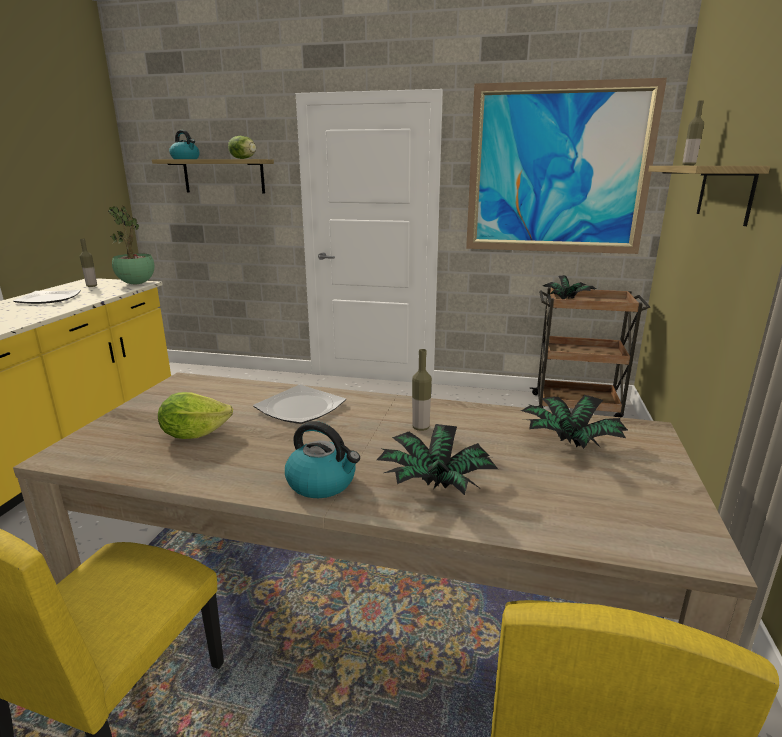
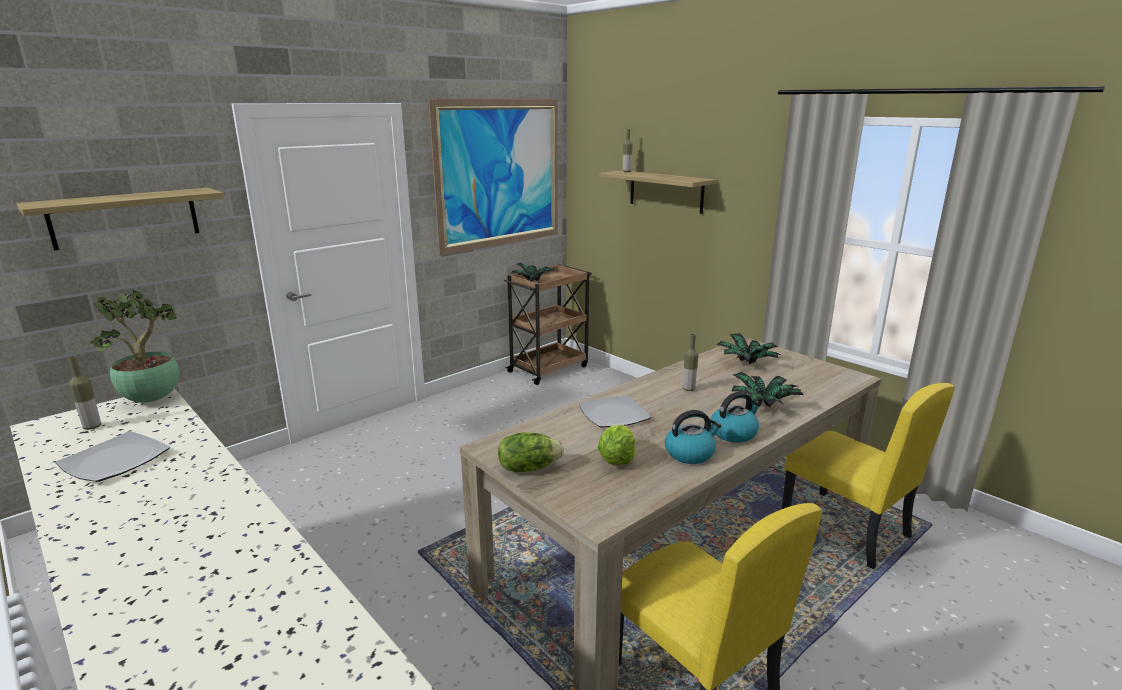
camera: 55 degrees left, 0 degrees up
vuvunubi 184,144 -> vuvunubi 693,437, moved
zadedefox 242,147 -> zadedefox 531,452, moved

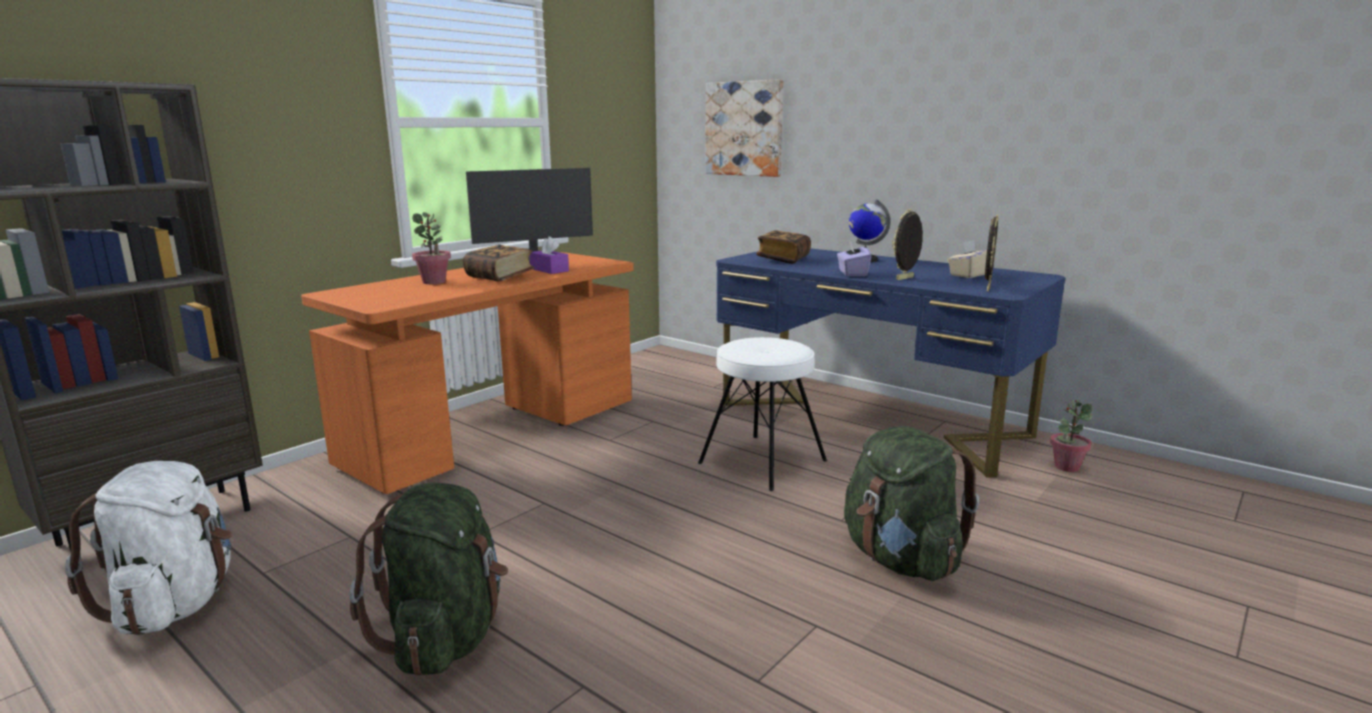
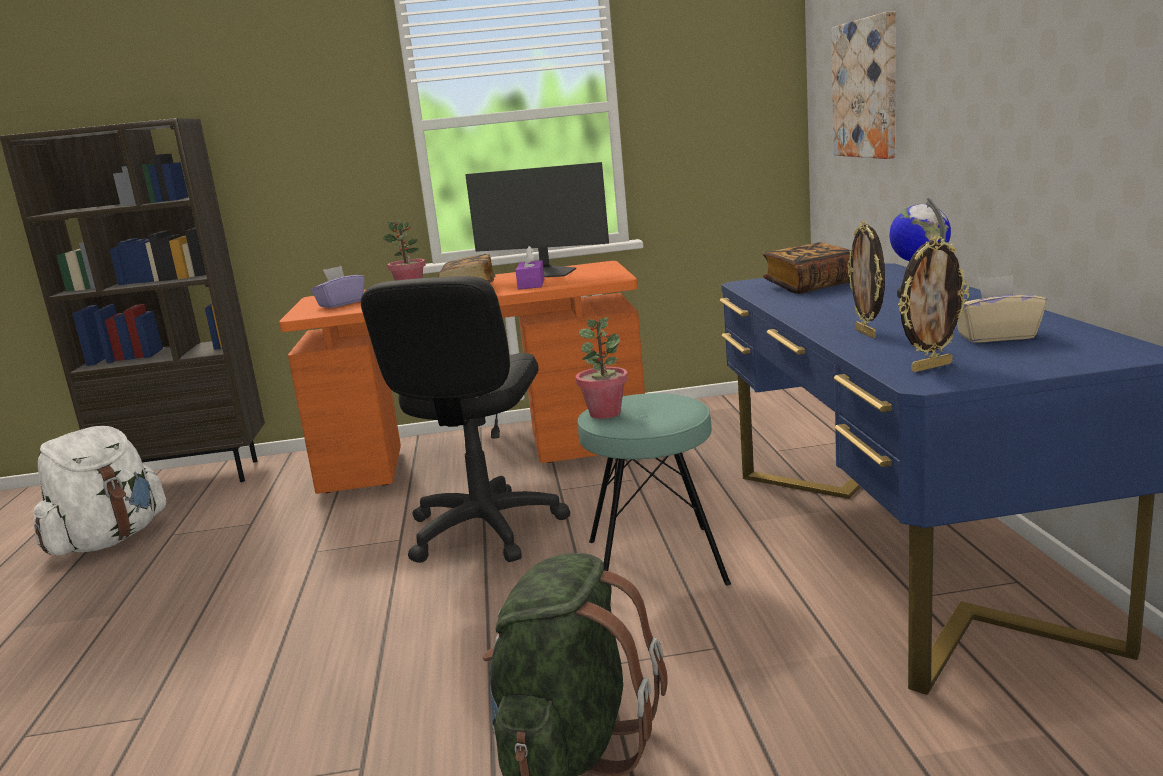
camera: 45 degrees right, 0 degrees up
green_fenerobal 429,579 -> none
none -> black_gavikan 465,419
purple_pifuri 854,258 -> purple_pifuri 338,287, moved
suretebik 1071,436 -> suretebik 602,368, moved
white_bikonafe 762,414 -> turquoise_bikonafe 654,489
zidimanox 907,244 -> zidimanox 866,279, 105 degrees counterclockwise

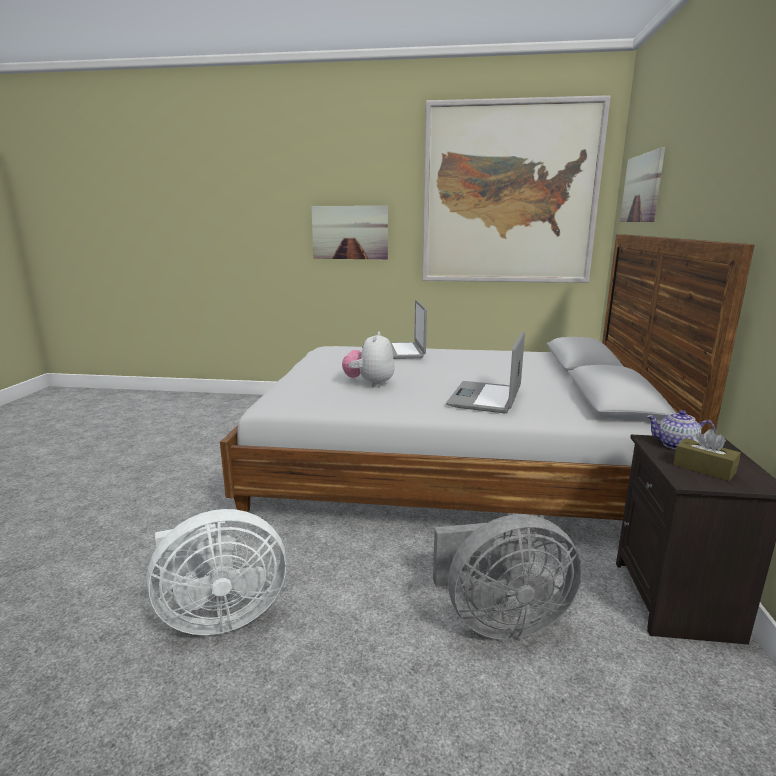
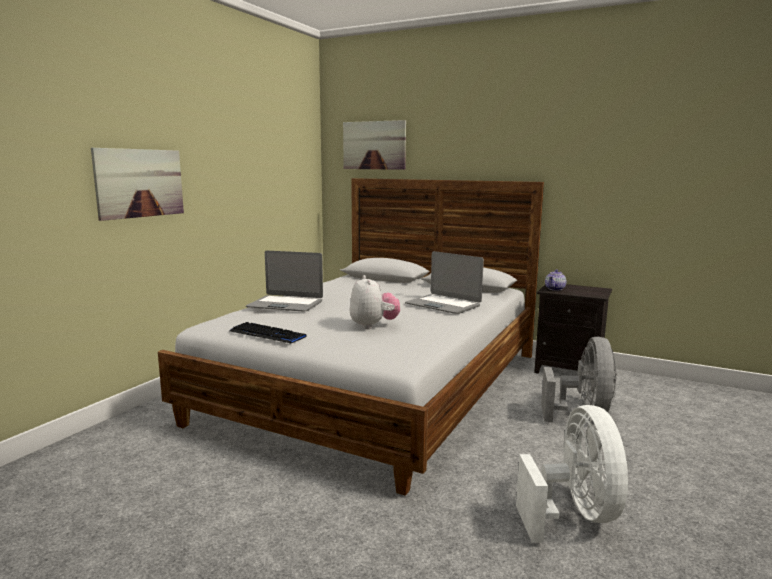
camera: 70 degrees left, 5 degrees down
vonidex 516,189 -> none
brown_pifuri 707,455 -> none
none -> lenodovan 268,332
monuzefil 368,359 -> monuzefil 375,302, 135 degrees counterclockwise

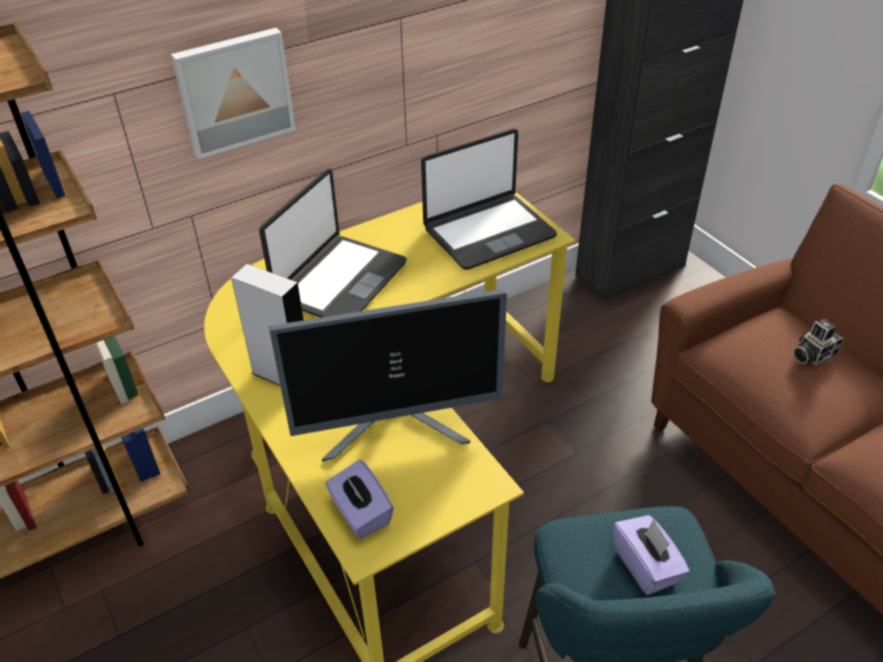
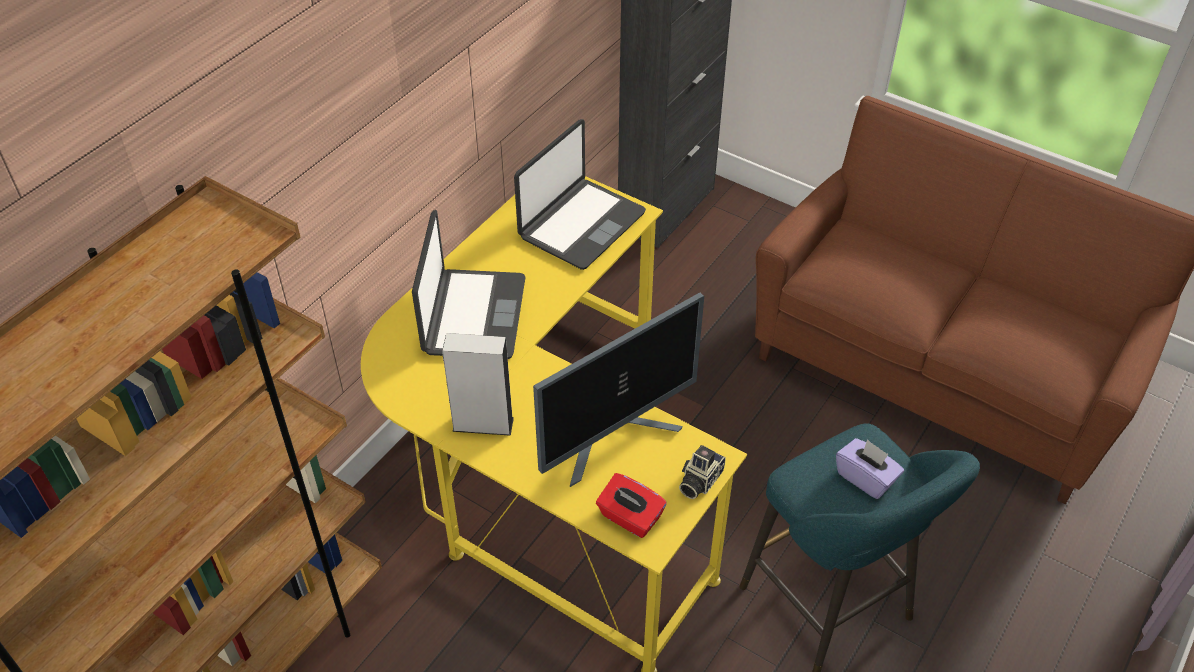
camera: 25 degrees left, 5 degrees up
vonidex 233,93 -> none
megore 818,342 -> megore 702,472, moved
purple_pifuri 359,499 -> red_pifuri 631,505

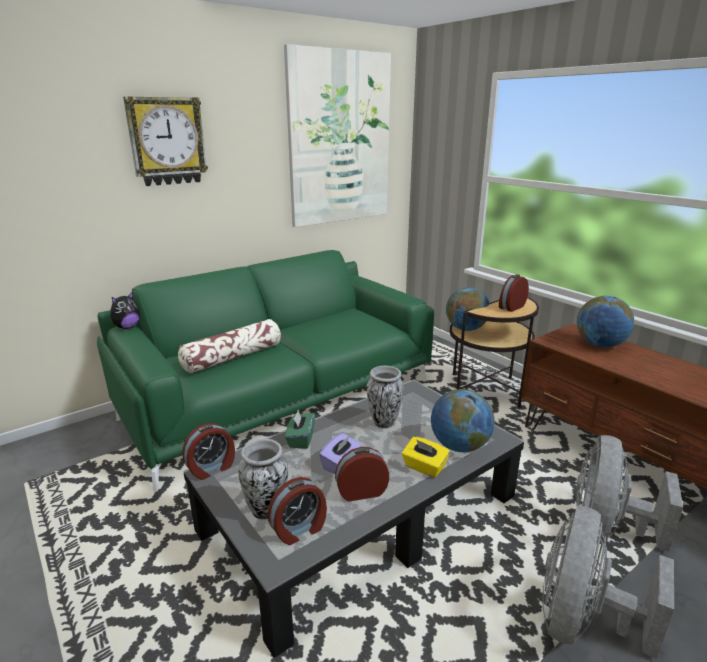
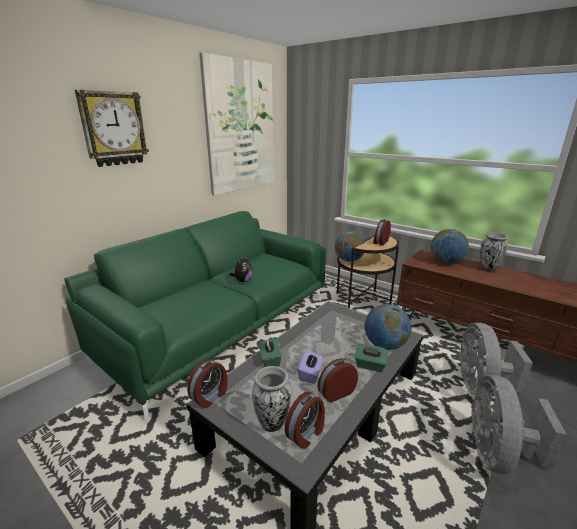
camera: 15 degrees left, 0 degrees up
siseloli 229,346 -> none
monuzefil 125,310 -> monuzefil 241,269, moved
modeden 385,397 -> modeden 494,252, moved
yellow_pifuri 426,457 -> green_pifuri 372,358

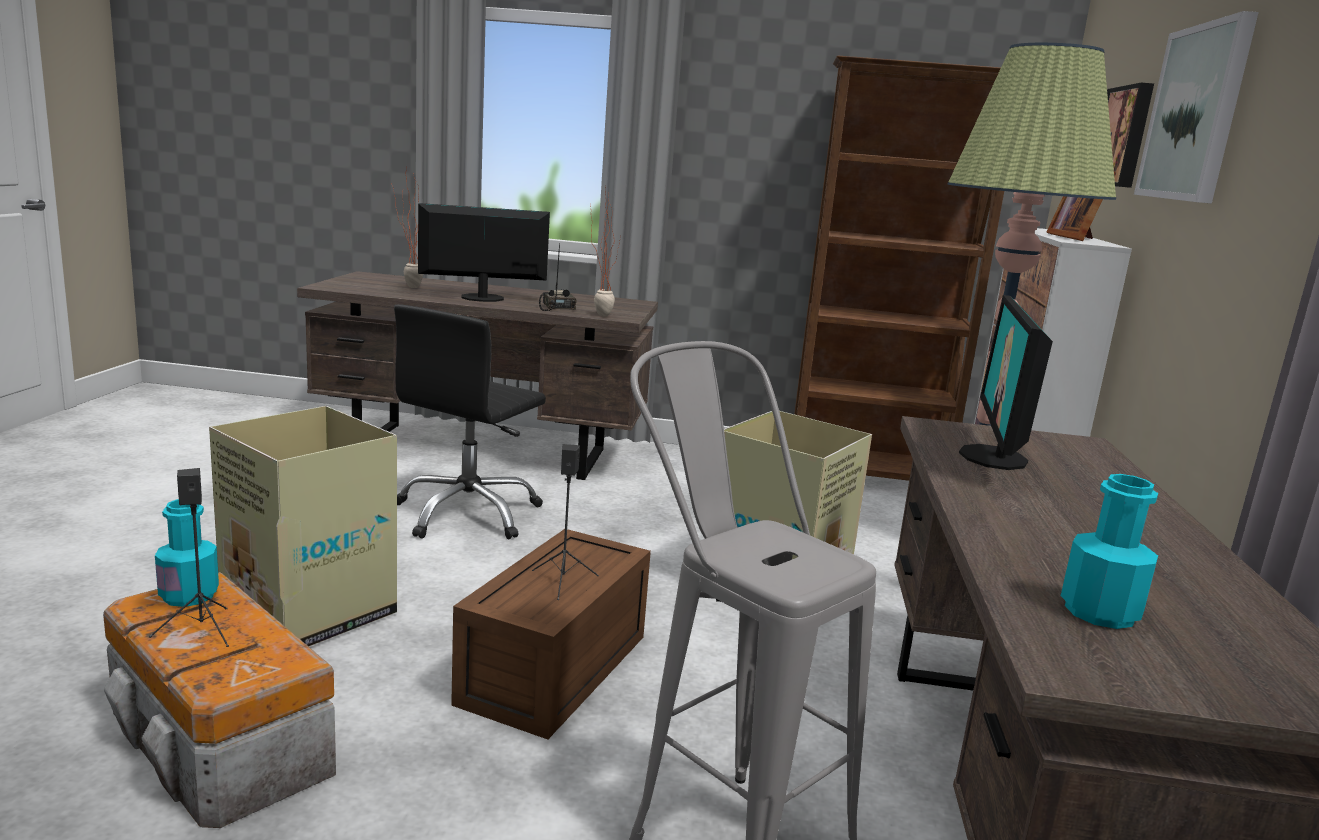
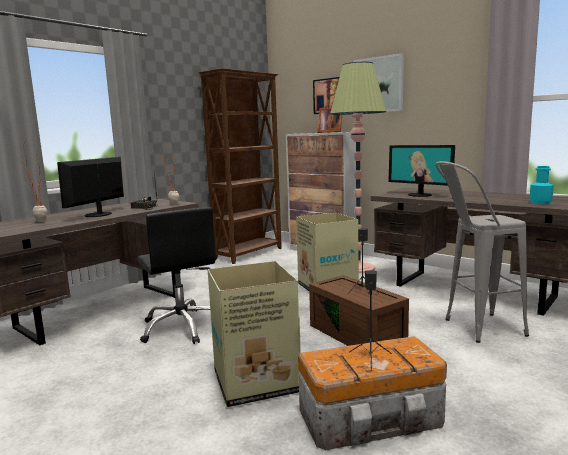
camera: 55 degrees left, 5 degrees down
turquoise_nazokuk 187,553 -> none

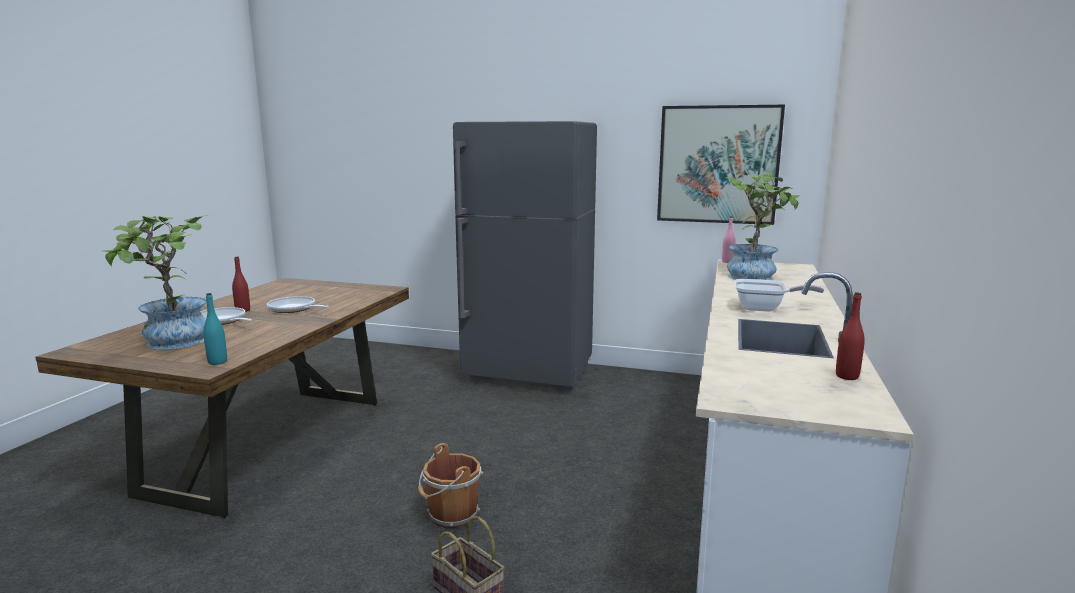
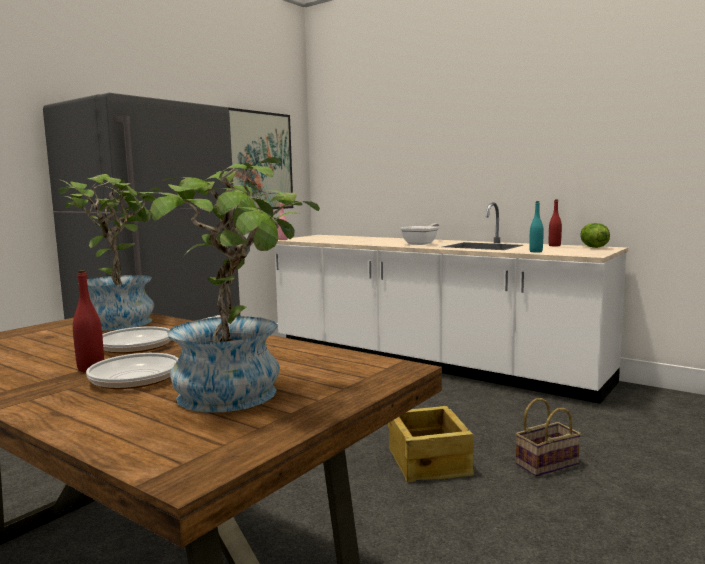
camera: 70 degrees left, 5 degrees down
none -> zadedefox 595,235
turquoise_nazokuk 215,329 -> turquoise_nazokuk 536,227, moved
suretebik 762,226 -> suretebik 107,252, moved
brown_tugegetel 450,485 -> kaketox 431,444

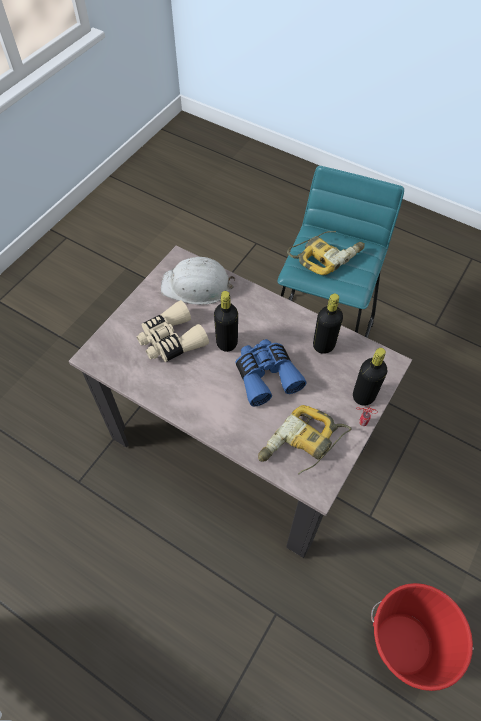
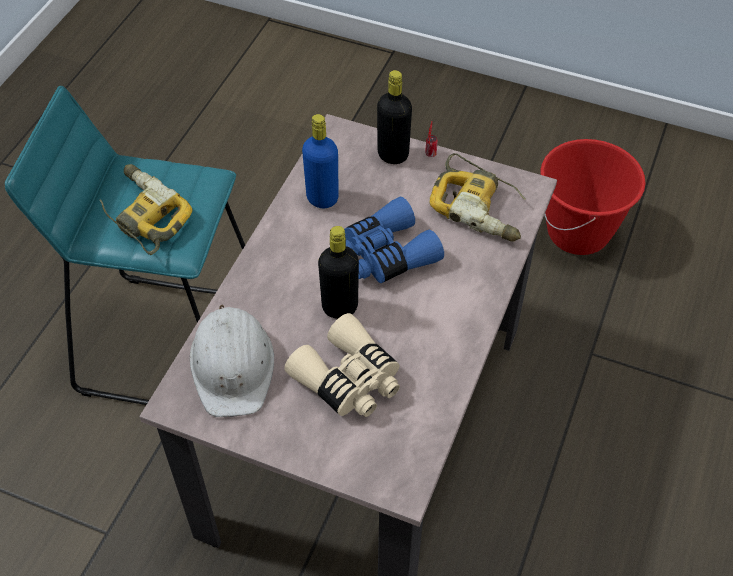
camera: 100 degrees left, 5 degrees down
black_nazokuk 328,324 -> blue_nazokuk 320,161

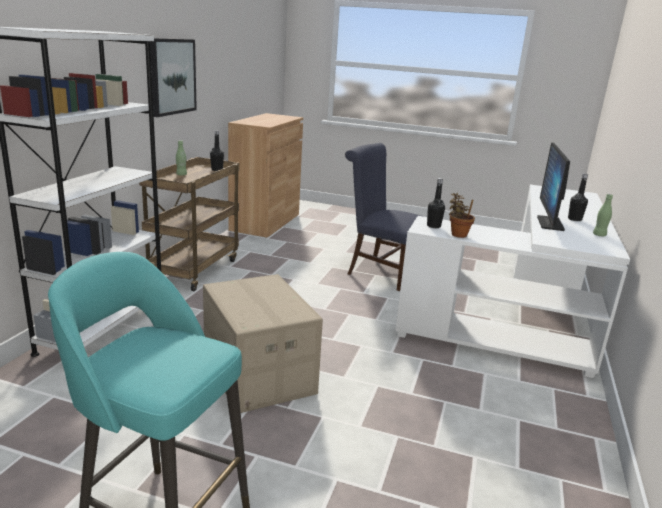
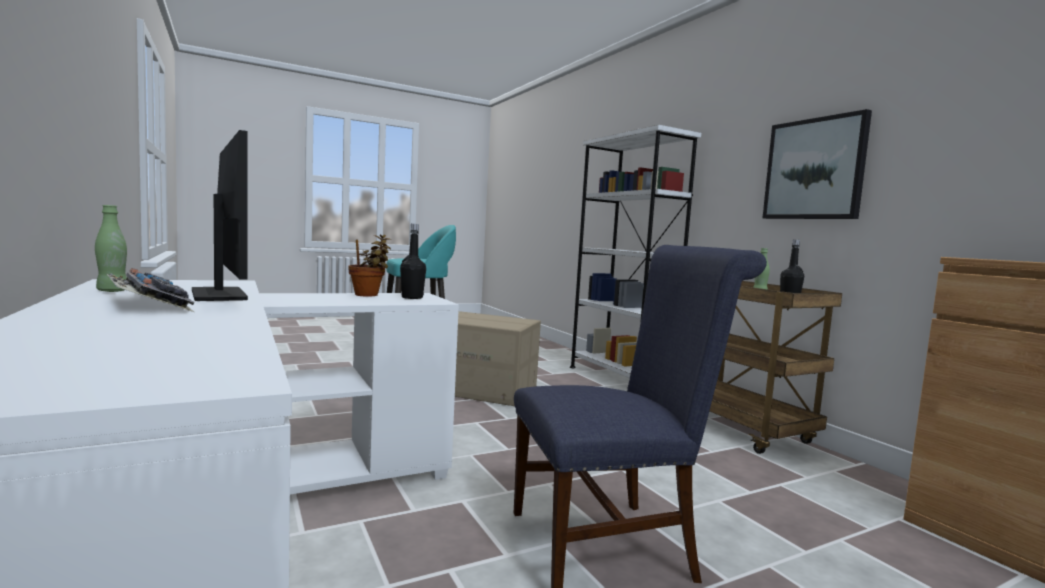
camera: 135 degrees right, 15 degrees down
black_nazokuk 578,197 -> lenodovan 150,290

